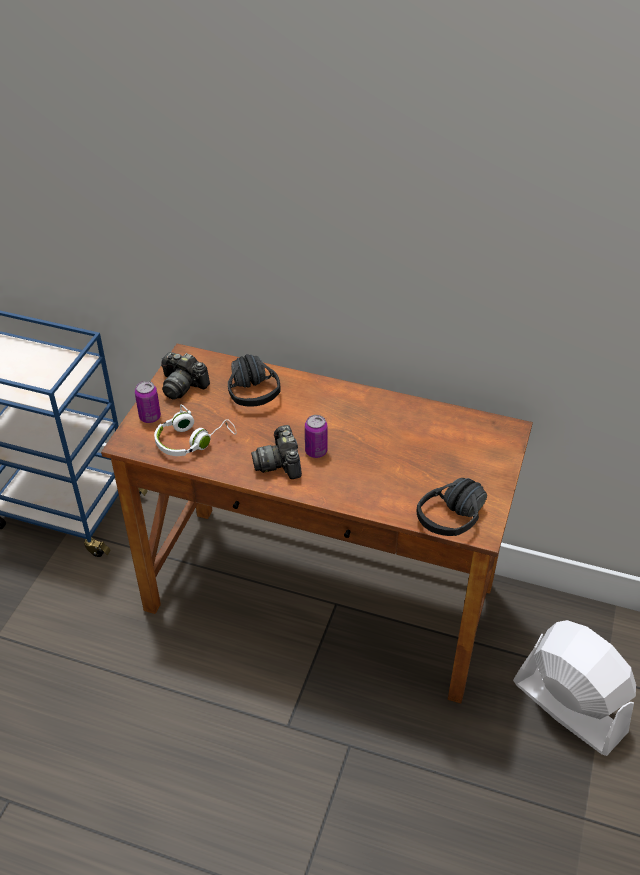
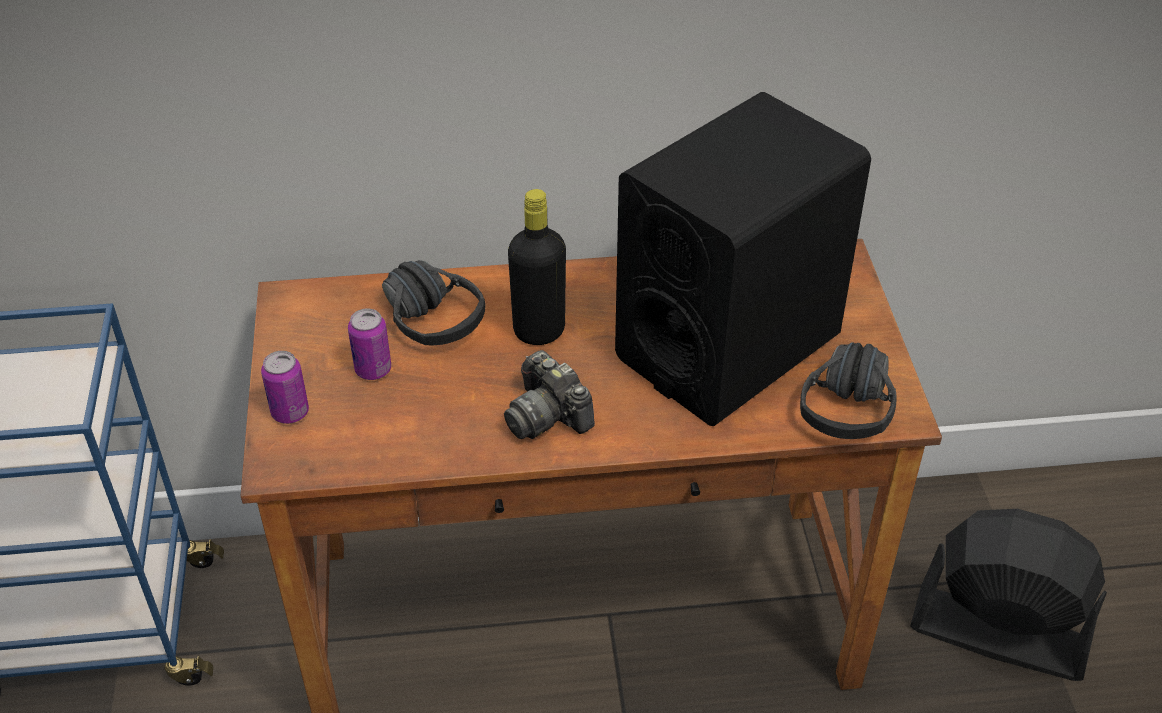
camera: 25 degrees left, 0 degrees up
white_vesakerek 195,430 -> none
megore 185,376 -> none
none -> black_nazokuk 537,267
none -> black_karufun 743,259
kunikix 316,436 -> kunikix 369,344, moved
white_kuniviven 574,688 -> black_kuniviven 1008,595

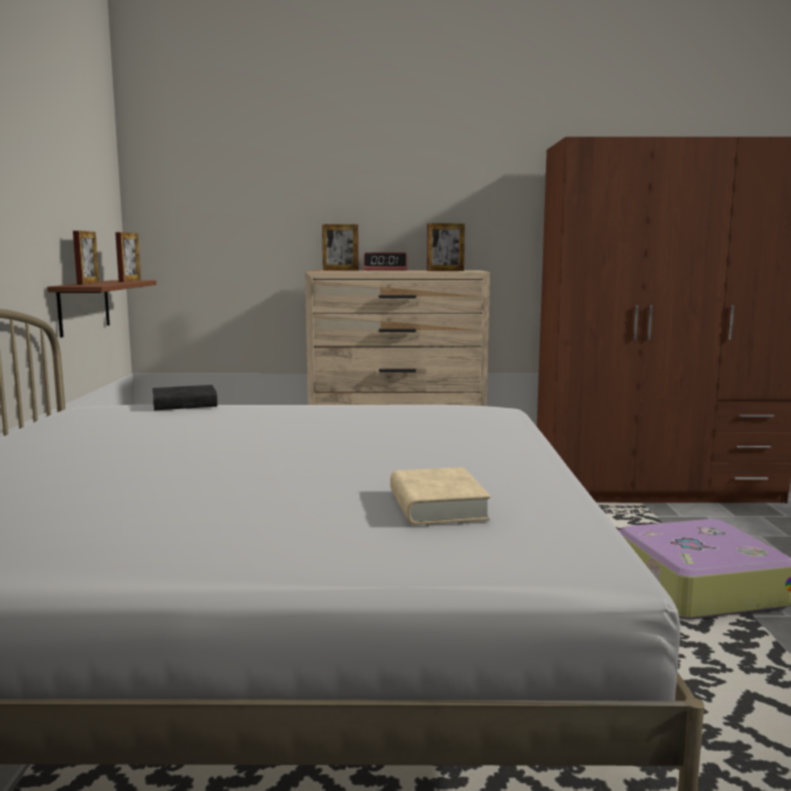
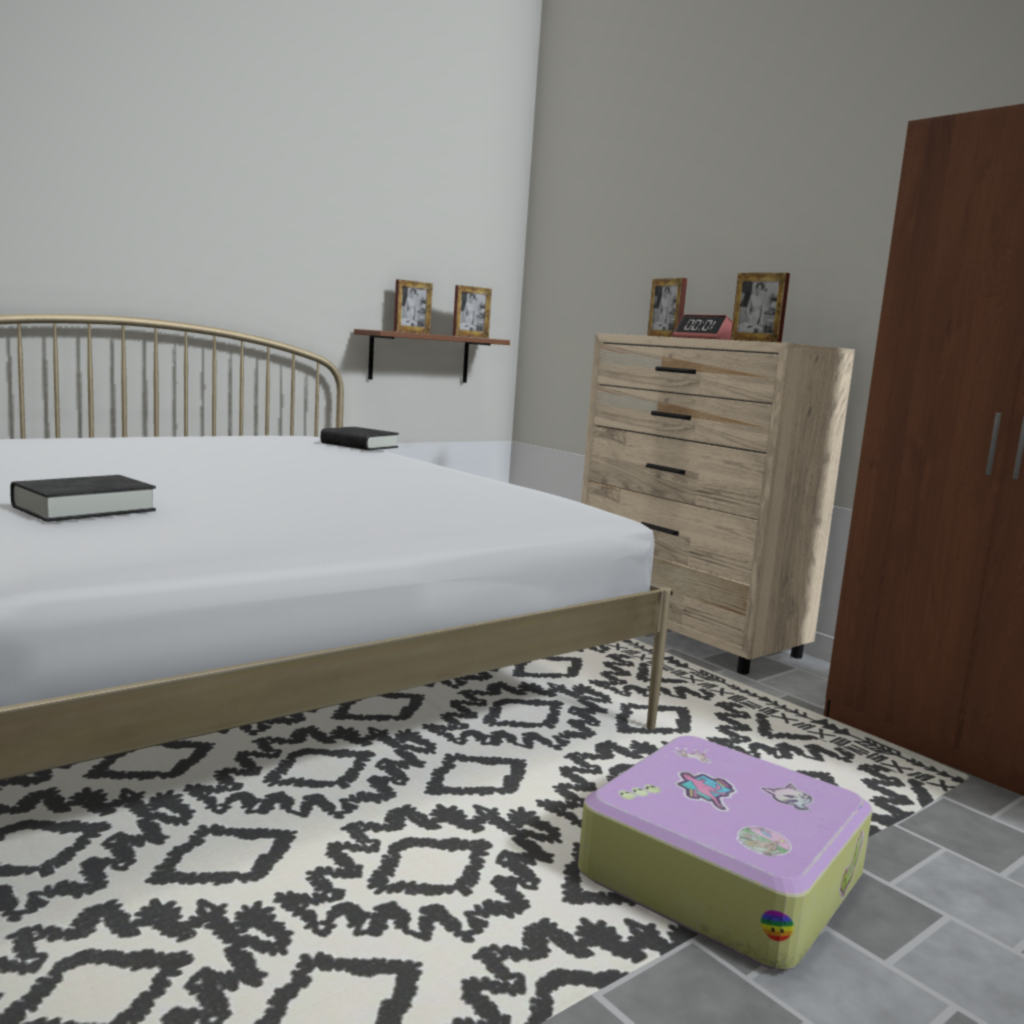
camera: 50 degrees right, 0 degrees up
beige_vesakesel 440,496 -> black_vesakesel 83,498

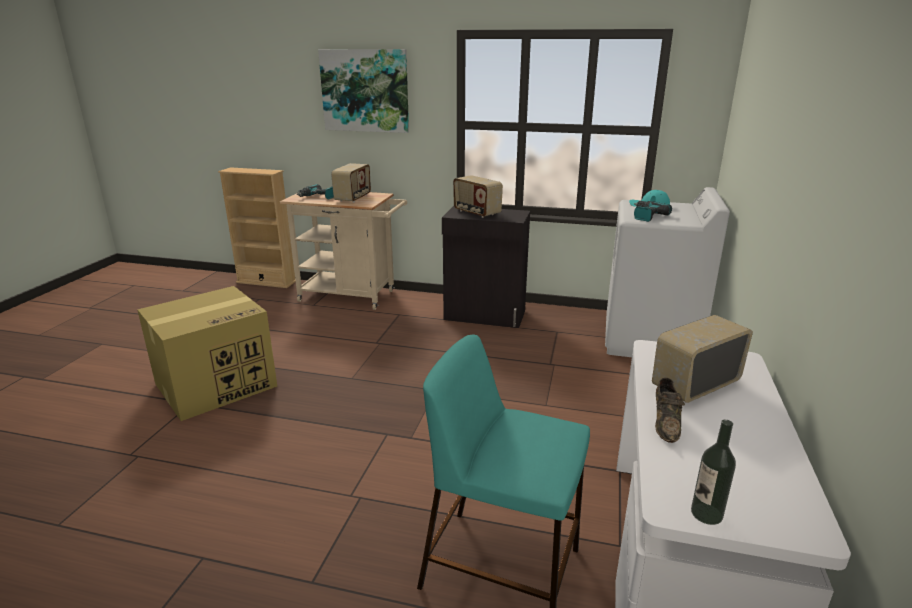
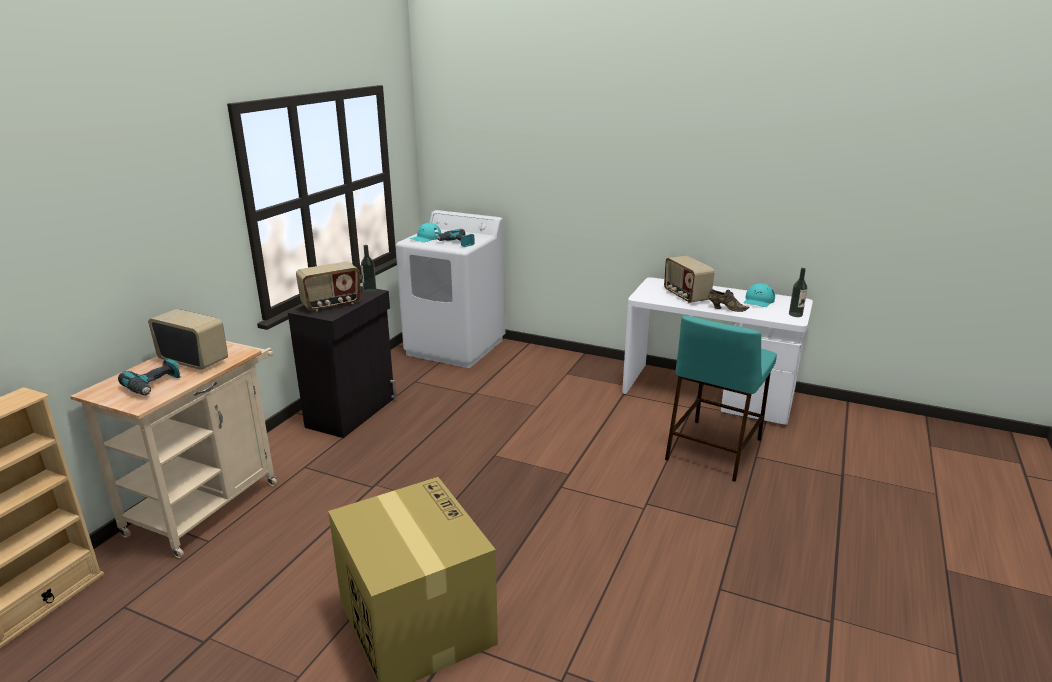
camera: 80 degrees left, 0 degrees up
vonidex 363,91 -> none
none -> nazokuk 369,269
none -> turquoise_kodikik 759,295

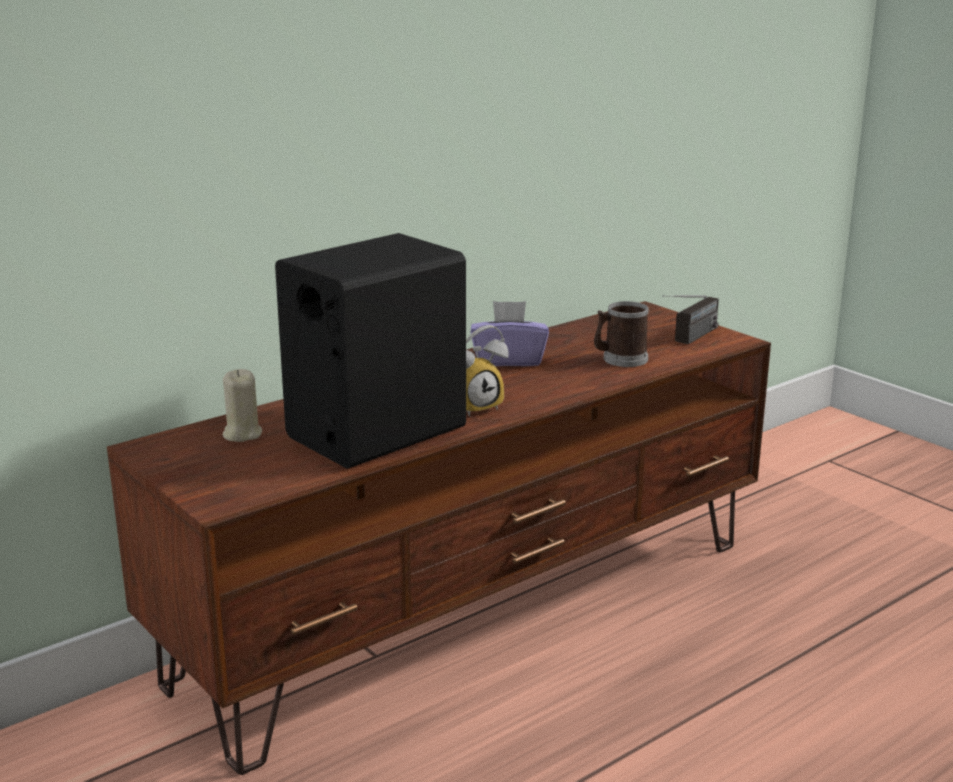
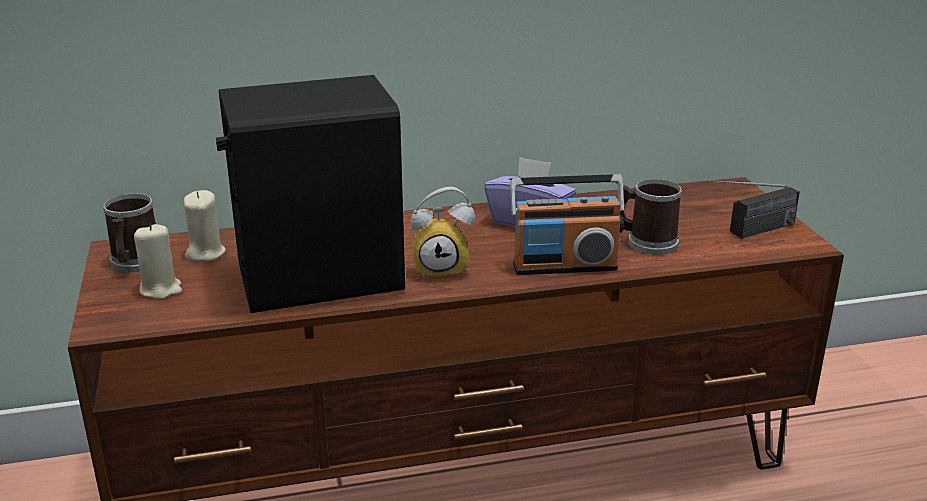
camera: 25 degrees right, 5 degrees up
none -> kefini 129,233
none -> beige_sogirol 158,261
none -> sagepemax 567,224

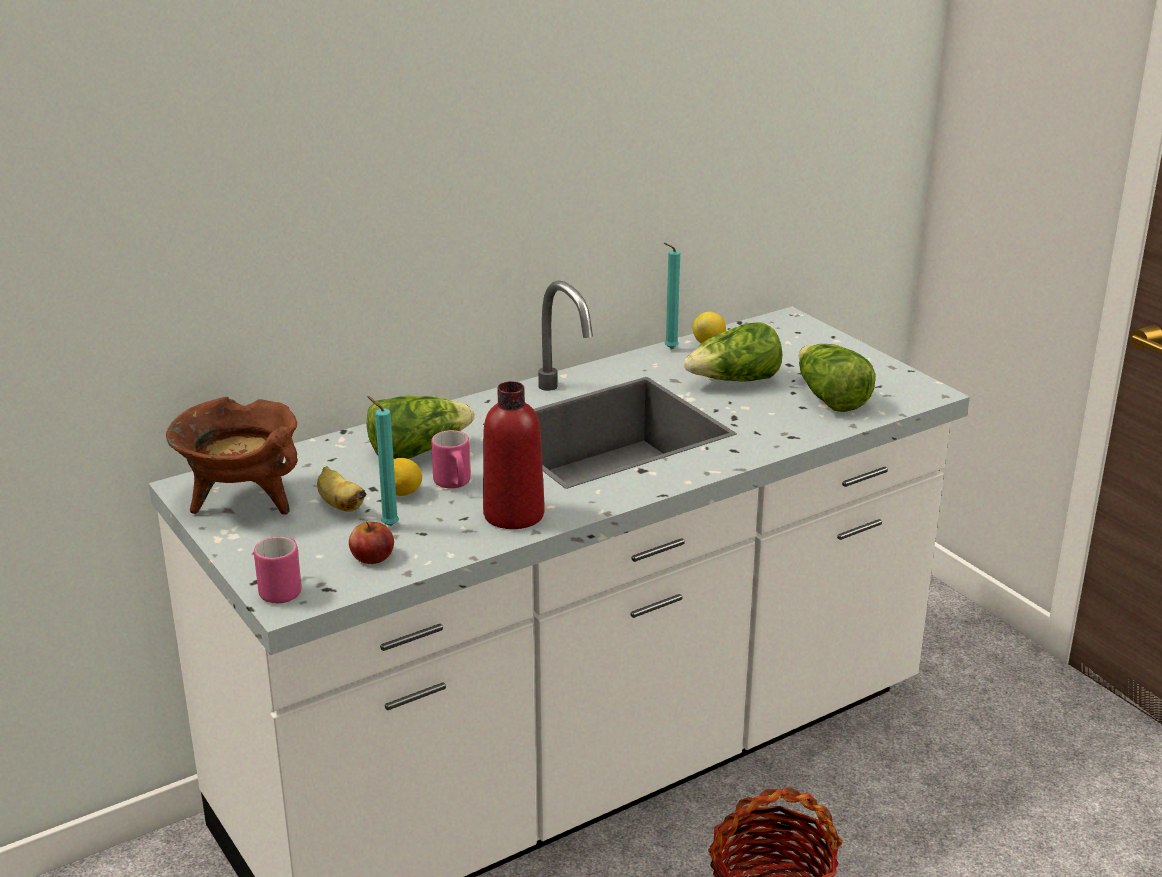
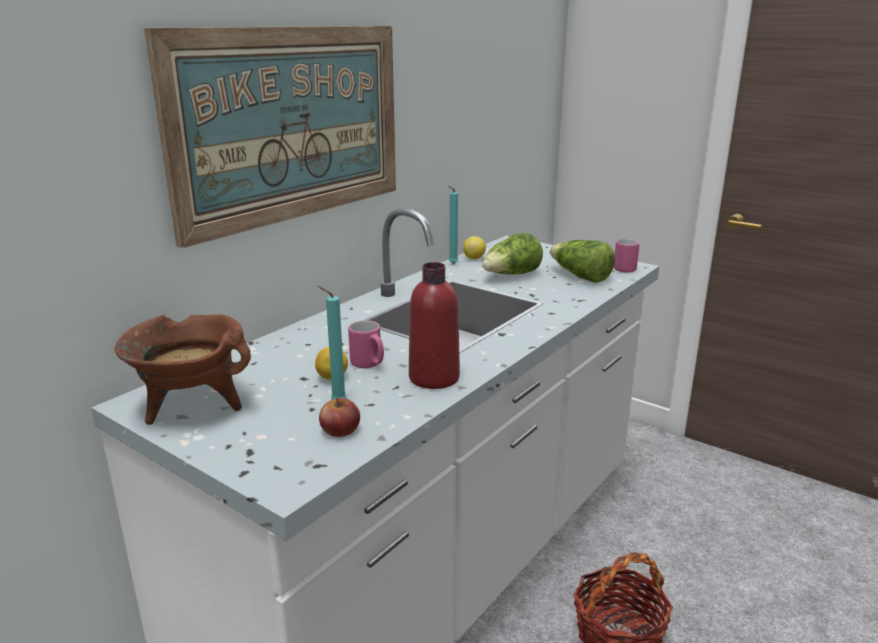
camera: 20 degrees left, 5 degrees down
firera 341,489 -> none
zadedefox 421,427 -> none
none -> vonidex 270,137
pink_kefini 278,570 -> pink_kefini 627,256, moved

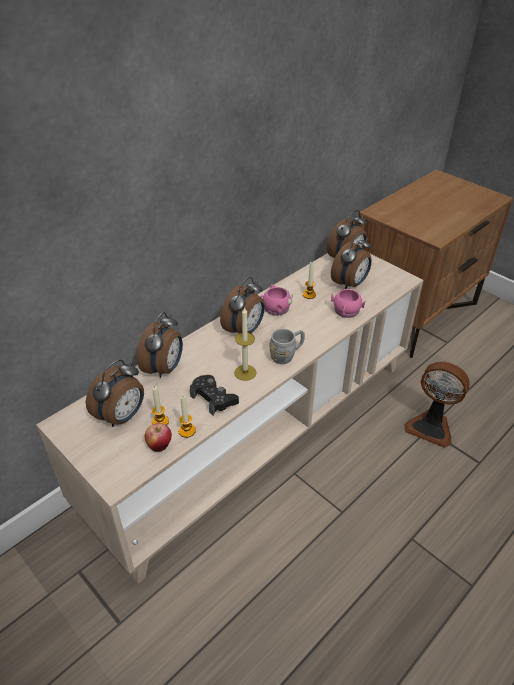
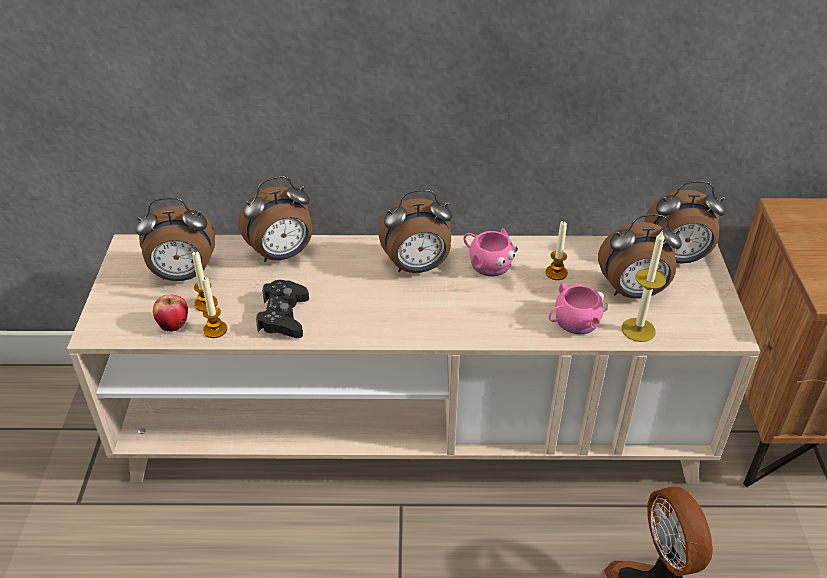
camera: 45 degrees right, 0 degrees up
grey_kefini 287,346 -> none
sogirol 245,344 -> sogirol 644,286, moved

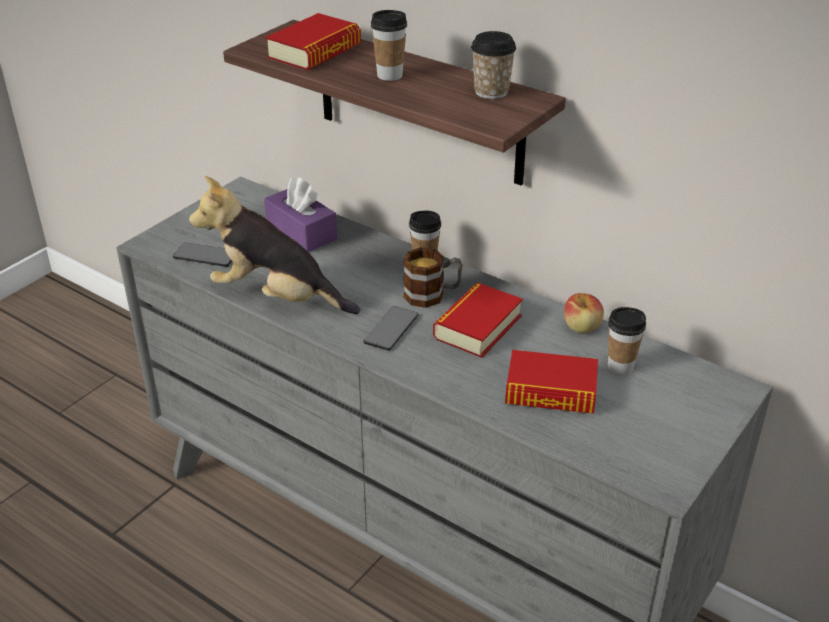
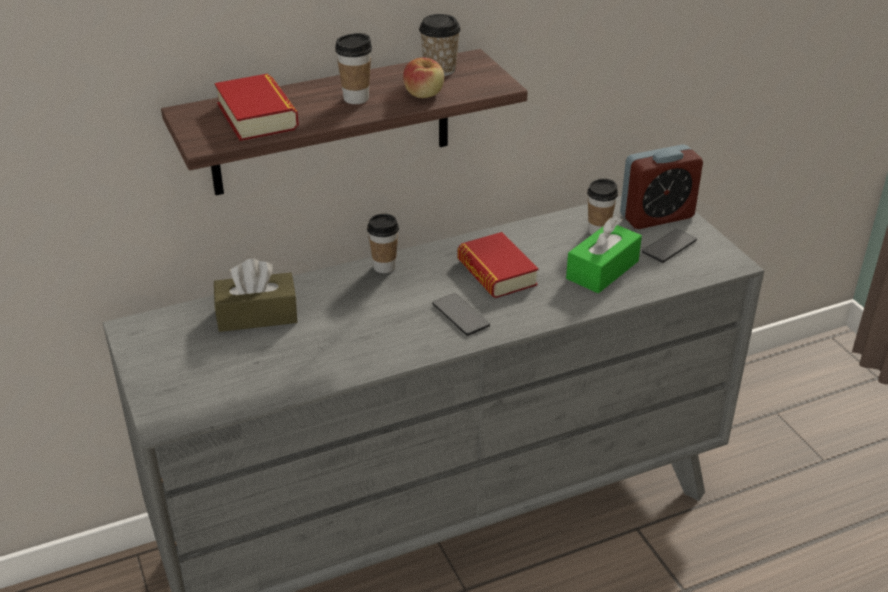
camera: 60 degrees left, 0 degrees up
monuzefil 274,245 -> none
kefini 432,277 -> none
none -> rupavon 661,186
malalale 202,255 -> malalale 669,246, moved
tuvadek 584,313 -> tuvadek 423,77, moved
vesakesel 551,382 -> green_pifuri 604,254
purple_pifuri 301,215 -> brown_pifuri 255,295

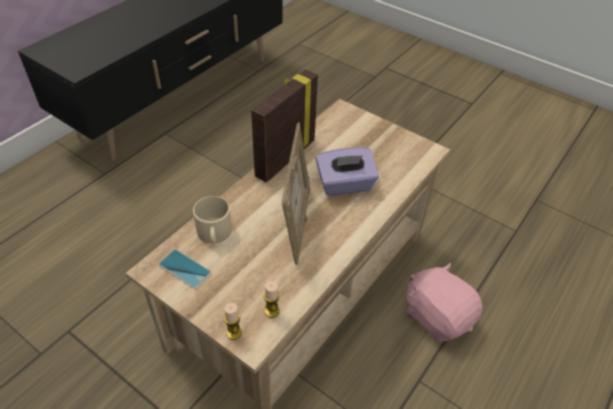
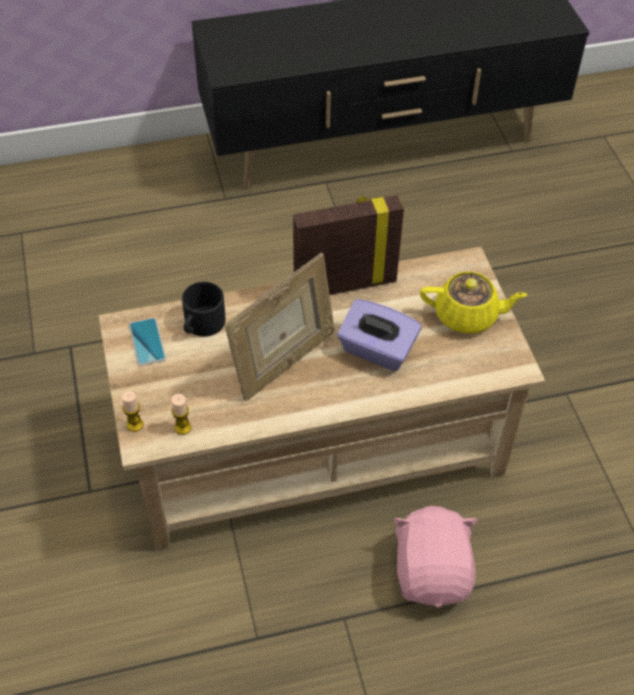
camera: 40 degrees right, 5 degrees up
none -> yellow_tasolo 473,302
beige_kefini 212,220 -> black_kefini 203,309

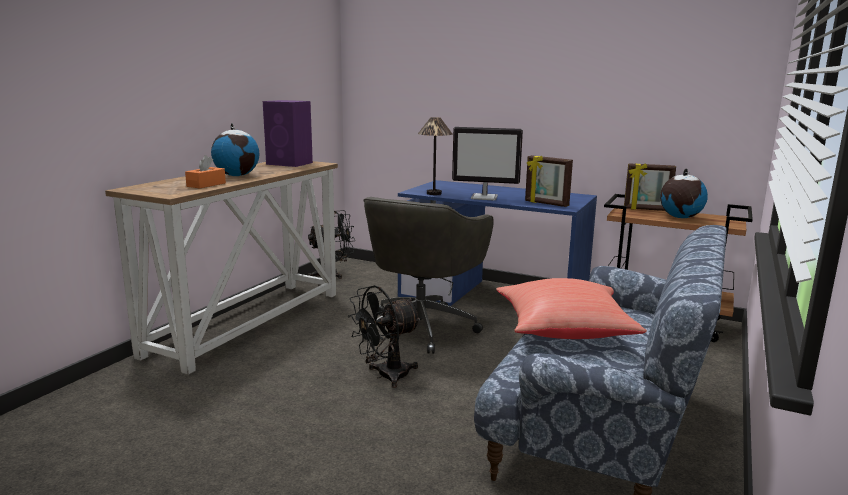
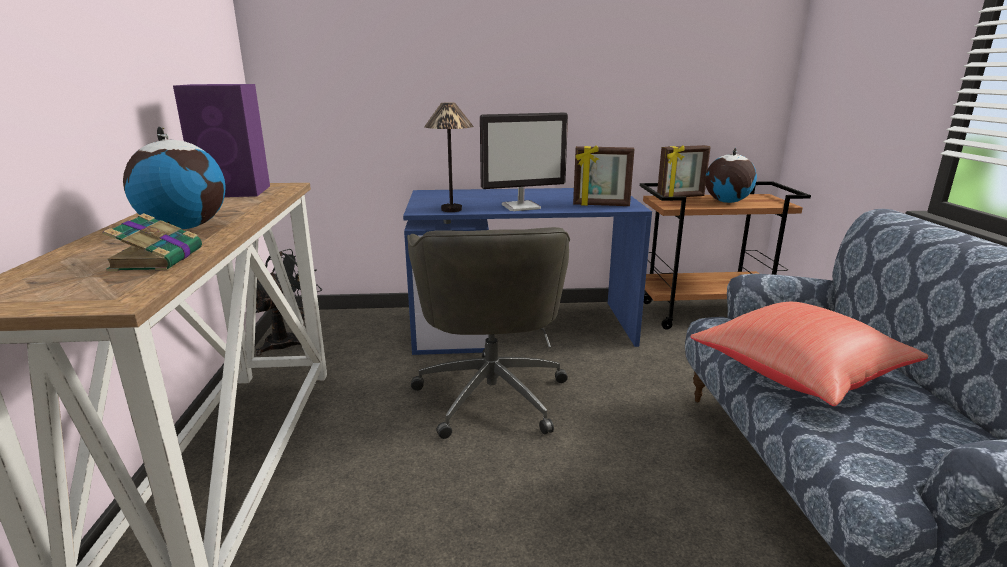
camera: 30 degrees left, 5 degrees up
black_kuniviven 384,336 -> none
orange_pifuri 205,171 -> vesakesel 152,242

